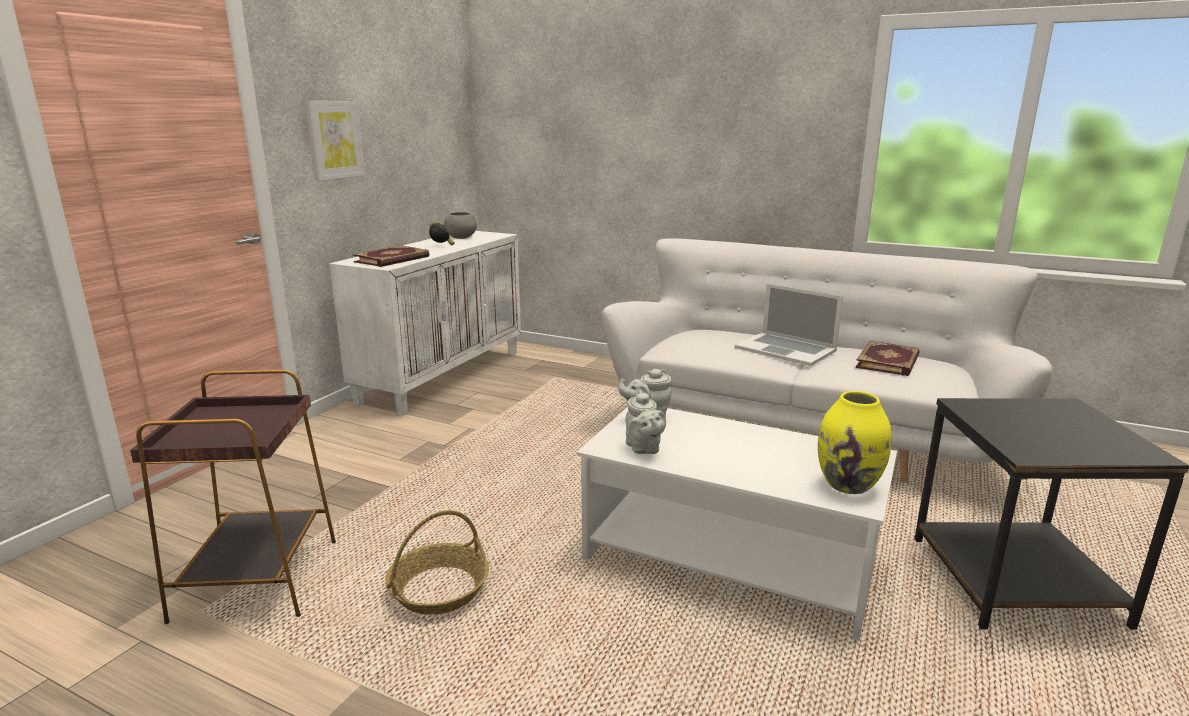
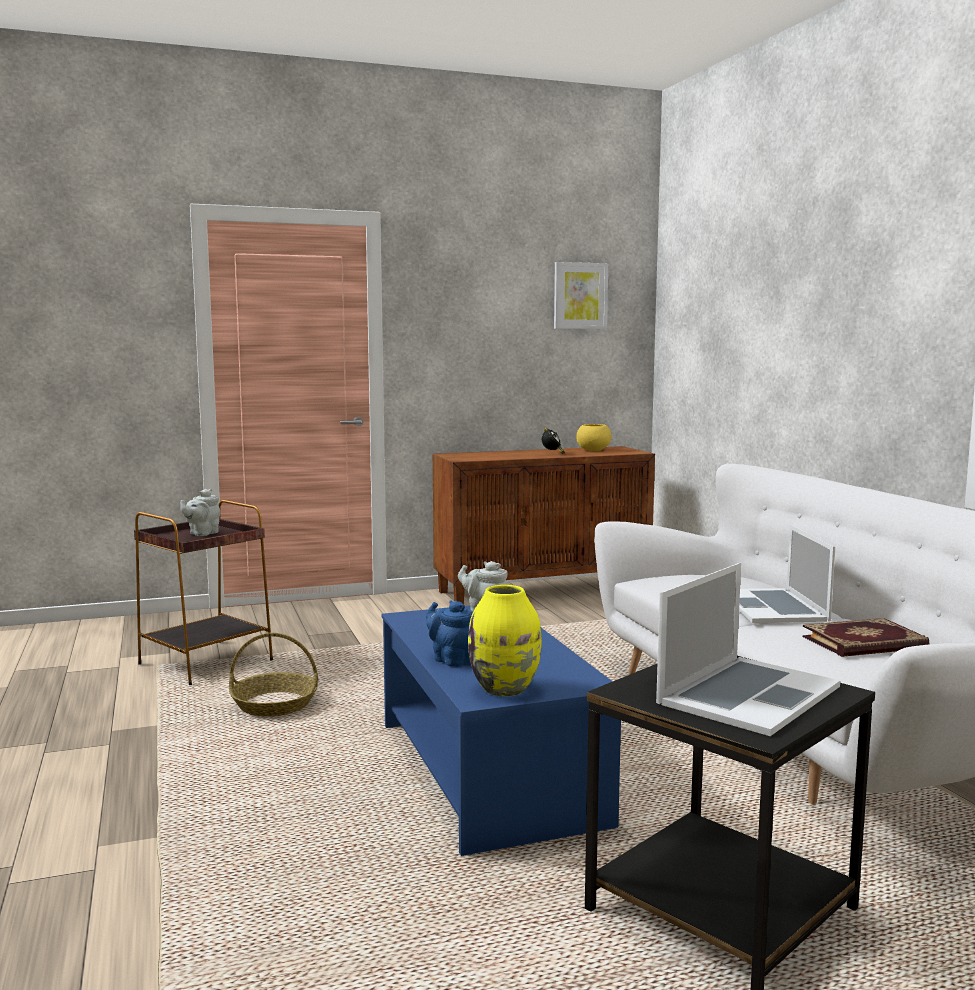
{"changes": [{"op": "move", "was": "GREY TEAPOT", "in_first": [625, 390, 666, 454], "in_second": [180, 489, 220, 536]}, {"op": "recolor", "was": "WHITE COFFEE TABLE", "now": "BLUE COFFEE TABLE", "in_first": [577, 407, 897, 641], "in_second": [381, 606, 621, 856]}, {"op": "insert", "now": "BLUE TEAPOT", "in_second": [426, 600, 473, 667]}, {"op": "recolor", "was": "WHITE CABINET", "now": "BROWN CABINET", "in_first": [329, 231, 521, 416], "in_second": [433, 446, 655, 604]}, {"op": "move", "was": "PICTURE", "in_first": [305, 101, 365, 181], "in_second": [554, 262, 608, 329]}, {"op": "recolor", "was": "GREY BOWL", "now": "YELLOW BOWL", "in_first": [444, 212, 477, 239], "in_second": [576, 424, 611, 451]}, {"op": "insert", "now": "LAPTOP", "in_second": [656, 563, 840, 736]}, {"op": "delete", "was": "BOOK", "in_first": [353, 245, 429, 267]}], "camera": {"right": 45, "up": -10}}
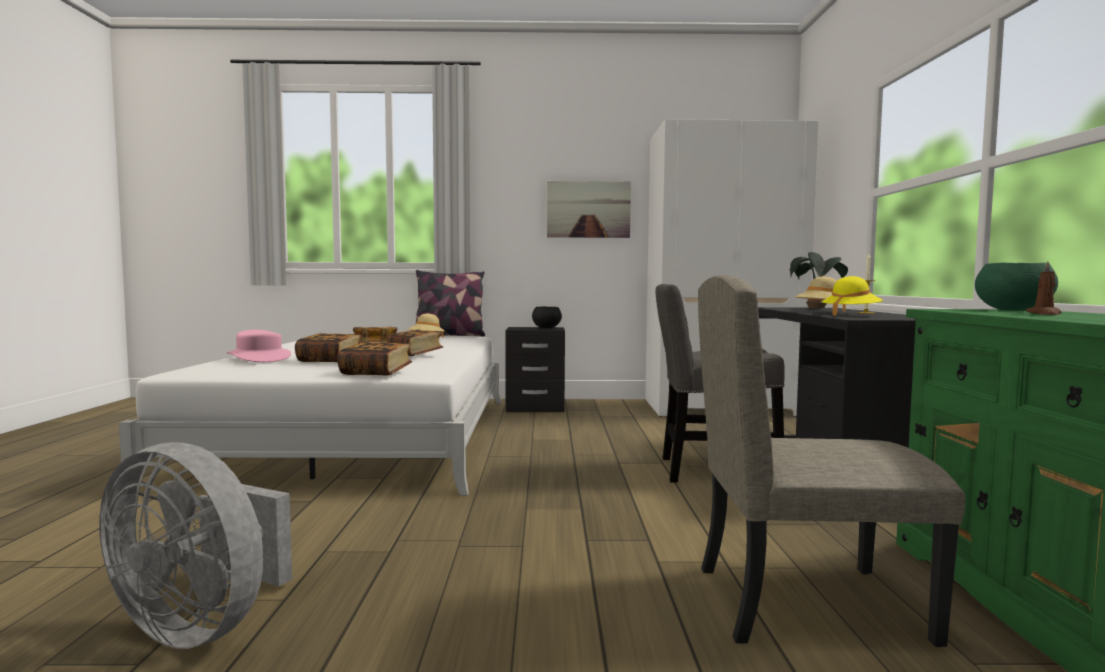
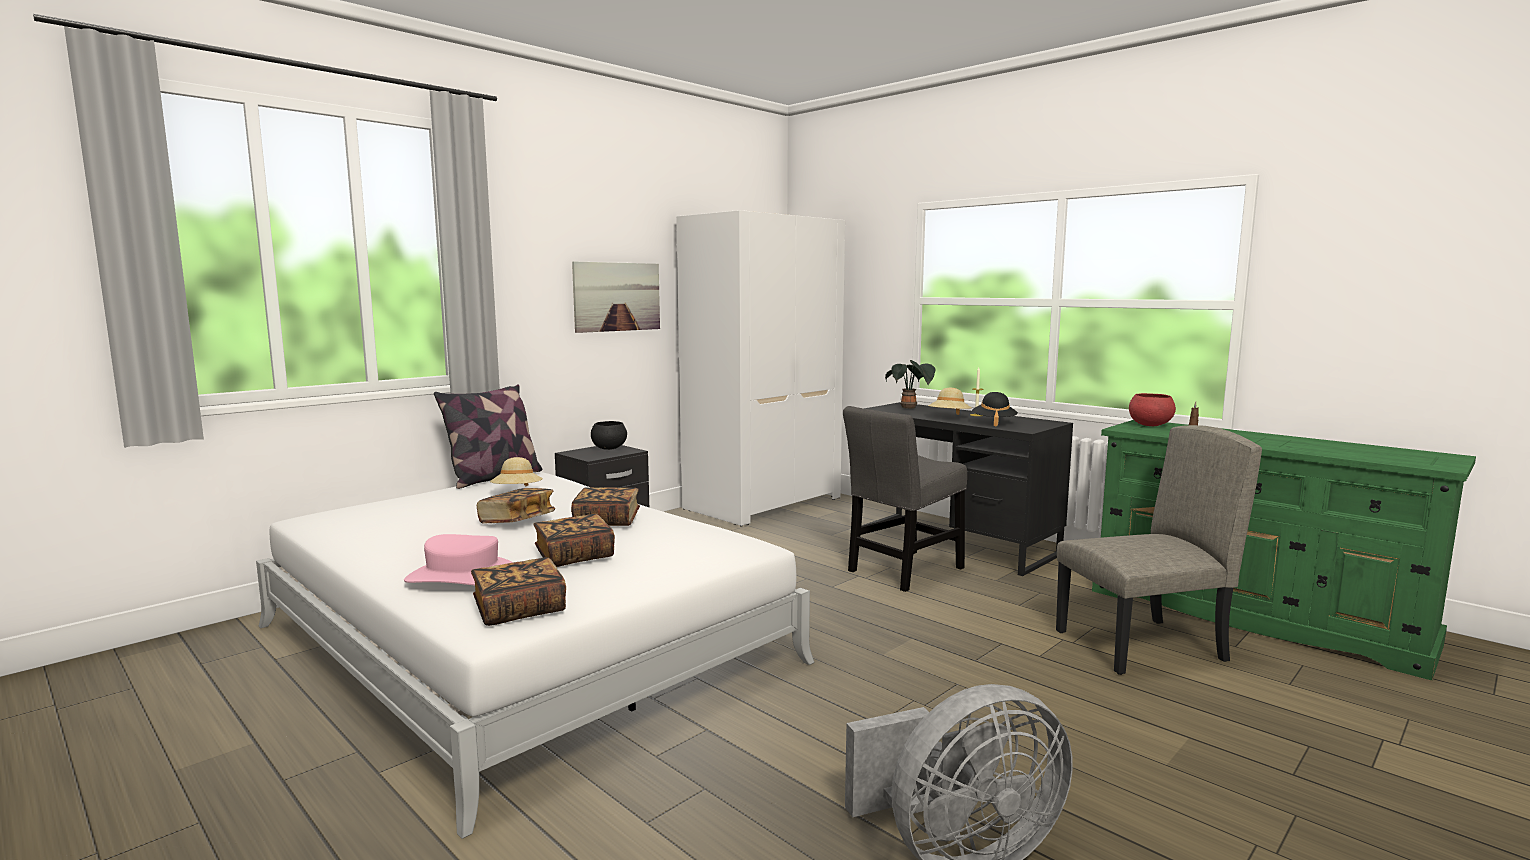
{"changes": [{"op": "move", "was": "BOOK", "in_first": [337, 342, 412, 375], "in_second": [471, 557, 566, 626]}, {"op": "recolor", "was": "YELLOW HAT", "now": "BLACK HAT", "in_first": [822, 276, 883, 316], "in_second": [972, 392, 1018, 427]}, {"op": "rotate", "was": "BEIGE CHAIR", "in_first": [698, 275, 965, 647], "in_second": [1056, 425, 1262, 675], "clockwise": -150}, {"op": "recolor", "was": "GREEN BOWL", "now": "RED BOWL", "in_first": [975, 263, 1058, 311], "in_second": [1129, 393, 1176, 426]}], "camera": {"right": -45, "up": 5}}
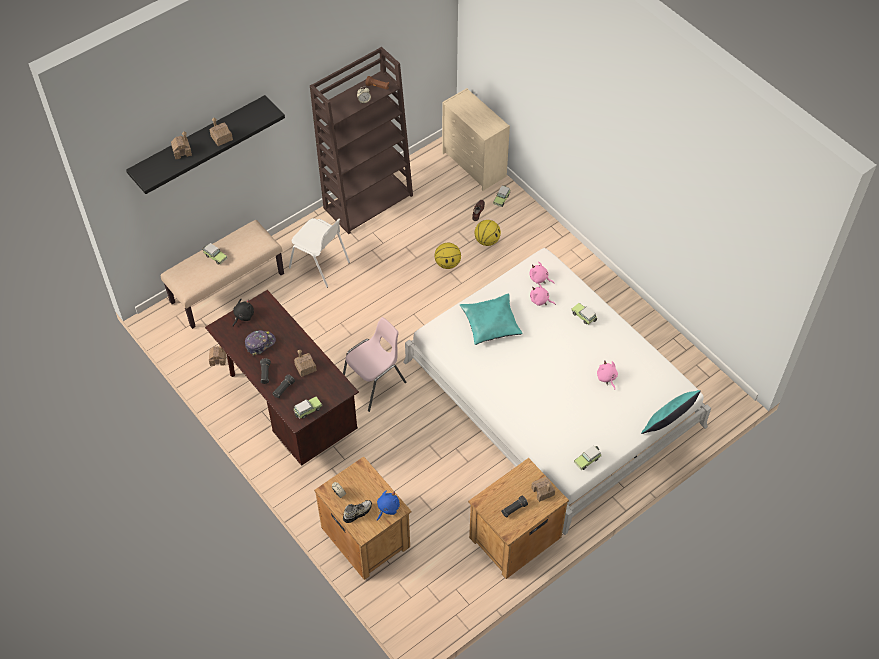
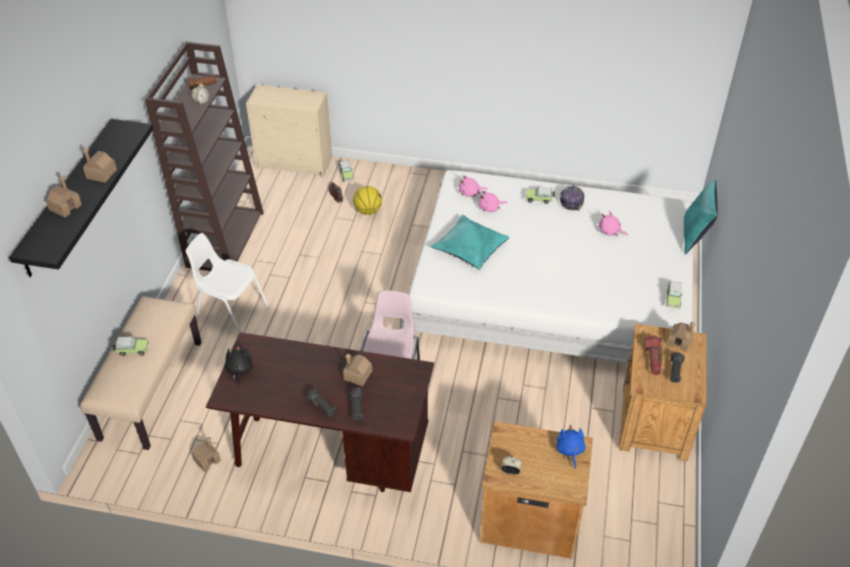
{"changes": [{"op": "rotate", "was": "WHITE CHAIR", "in_first": [289, 218, 350, 288], "in_second": [186, 233, 269, 333], "clockwise": -150}, {"op": "move", "was": "CAP", "in_first": [245, 330, 276, 356], "in_second": [560, 186, 585, 211]}, {"op": "insert", "now": "FLASHLIGHT", "in_second": [644, 335, 662, 375]}, {"op": "delete", "was": "TOY CAR", "in_first": [294, 396, 322, 419]}, {"op": "delete", "was": "SHOE", "in_first": [343, 500, 372, 523]}, {"op": "delete", "was": "BASKETBALL", "in_first": [435, 243, 461, 269]}], "camera": {"right": -40, "up": -10}}
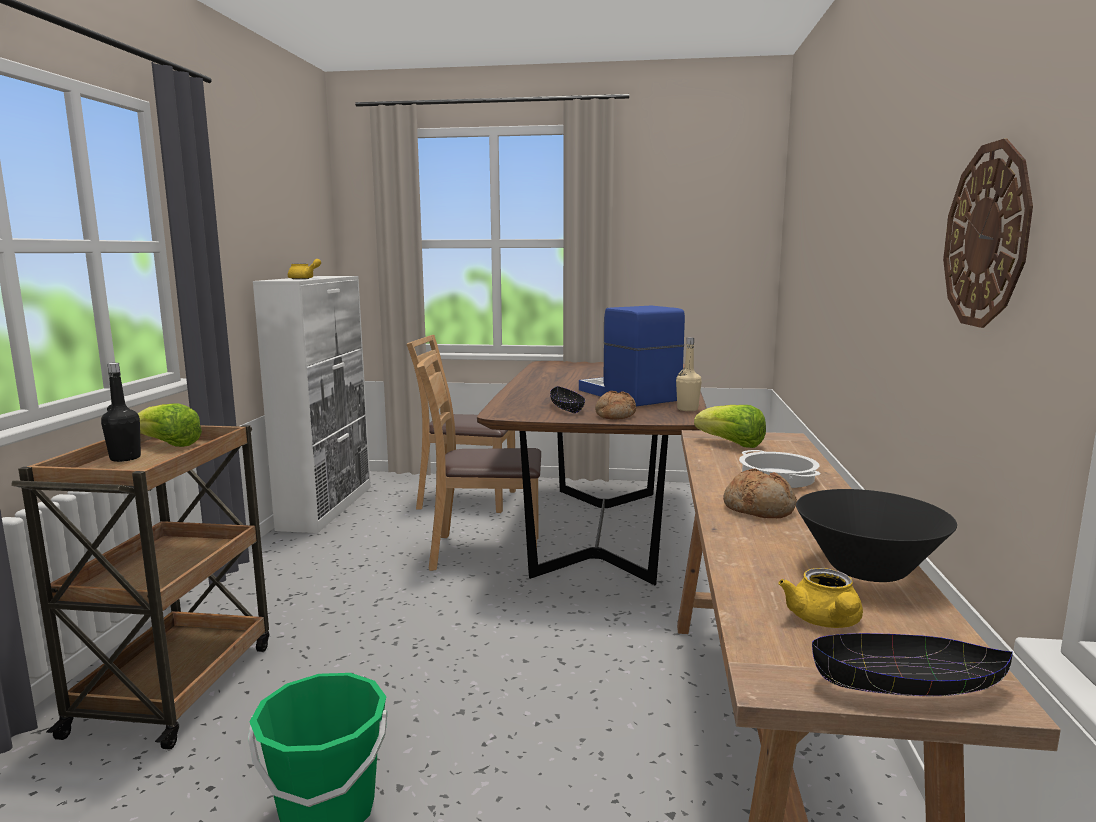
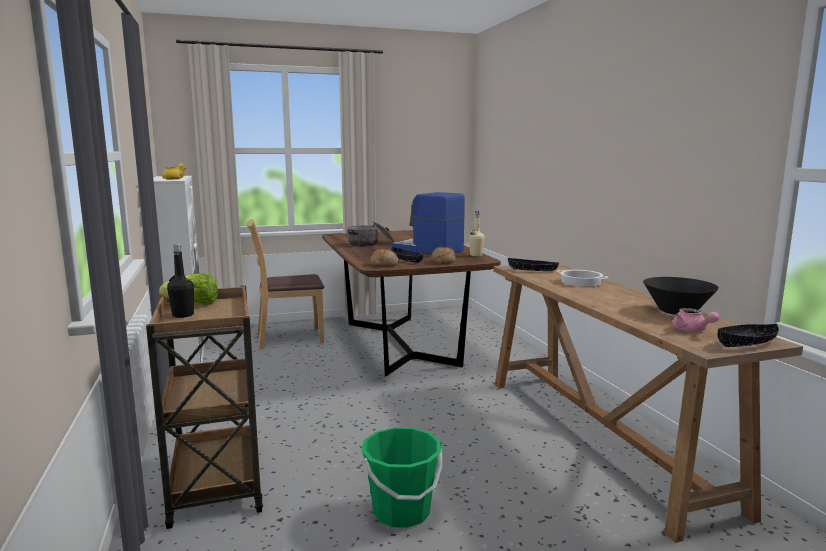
{"changes": [{"op": "insert", "now": "COOKING POT", "in_second": [347, 222, 395, 247]}, {"op": "move", "was": "BREAD", "in_first": [723, 469, 797, 518], "in_second": [370, 249, 399, 266]}, {"op": "replace", "was": "LETTUCE", "now": "BLACK BOWL", "in_first": [694, 405, 766, 448], "in_second": [508, 258, 559, 271]}, {"op": "recolor", "was": "YELLOW TEAPOT", "now": "PINK TEAPOT", "in_first": [778, 568, 863, 628], "in_second": [672, 308, 720, 332]}, {"op": "delete", "was": "BROWN CHAIR", "in_first": [417, 353, 541, 571]}, {"op": "delete", "was": "WALL CLOCK", "in_first": [943, 139, 1033, 328]}], "camera": {"right": -25, "up": 0}}
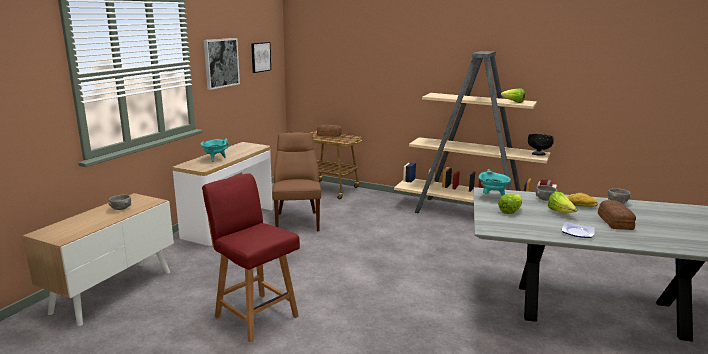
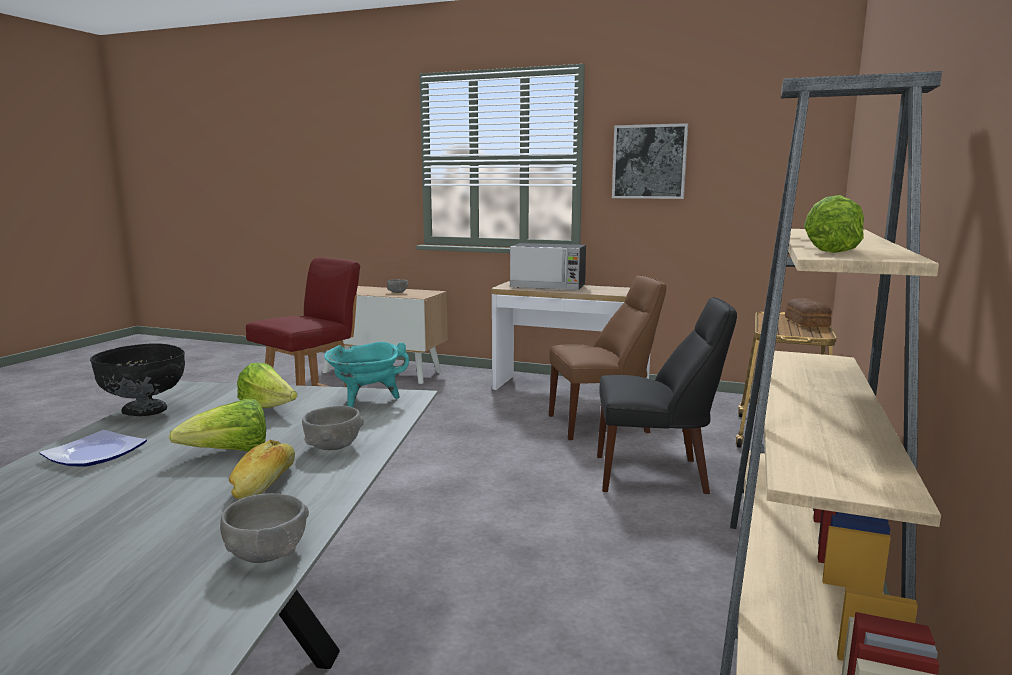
{"changes": [{"op": "move", "was": "BLACK BOWL", "in_first": [528, 134, 554, 155], "in_second": [90, 343, 185, 416]}, {"op": "replace", "was": "TURQUOISE COOKING POT", "now": "MICROWAVE", "in_first": [201, 139, 229, 162], "in_second": [510, 243, 586, 290]}, {"op": "insert", "now": "BLACK CHAIR", "in_second": [597, 297, 737, 494]}, {"op": "delete", "was": "PICTURE", "in_first": [251, 42, 271, 73]}, {"op": "delete", "was": "BREAD", "in_first": [598, 200, 636, 230]}], "camera": {"right": 85, "up": -5}}
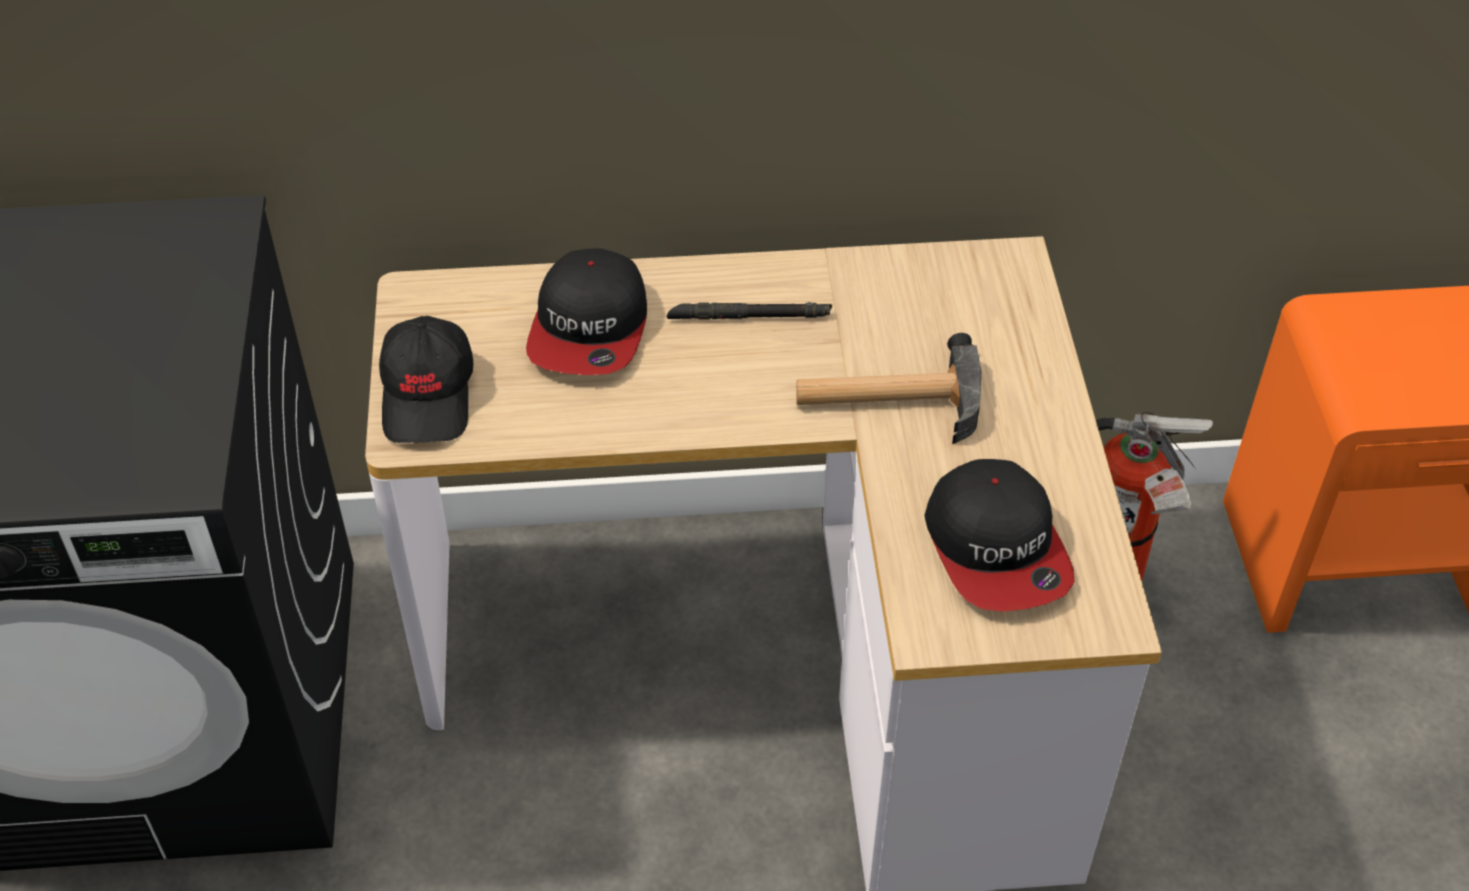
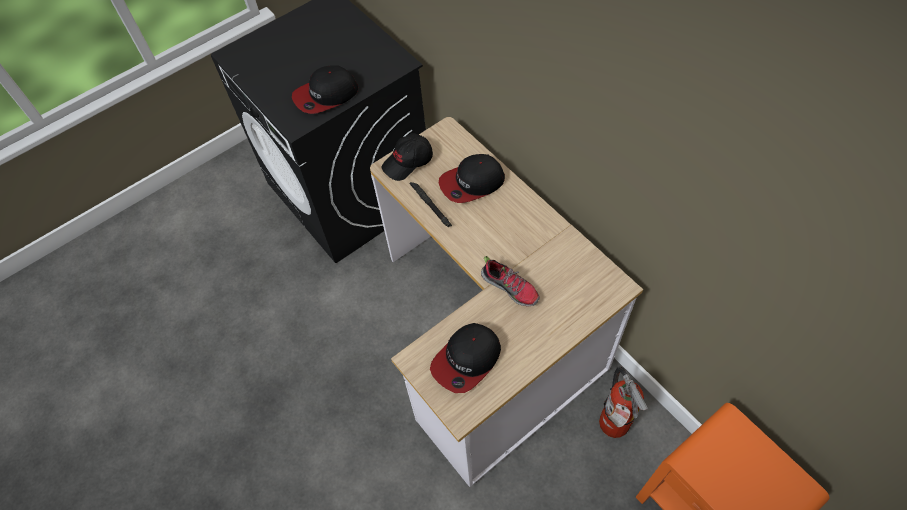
{"changes": [{"op": "insert", "now": "CAP", "in_second": [292, 65, 358, 114]}, {"op": "move", "was": "BLACK FLASHLIGHT", "in_first": [667, 302, 832, 320], "in_second": [409, 182, 452, 227]}, {"op": "replace", "was": "HAMMER", "now": "SHOE", "in_first": [797, 333, 981, 444], "in_second": [481, 256, 540, 307]}], "camera": {"right": 60, "up": 10}}
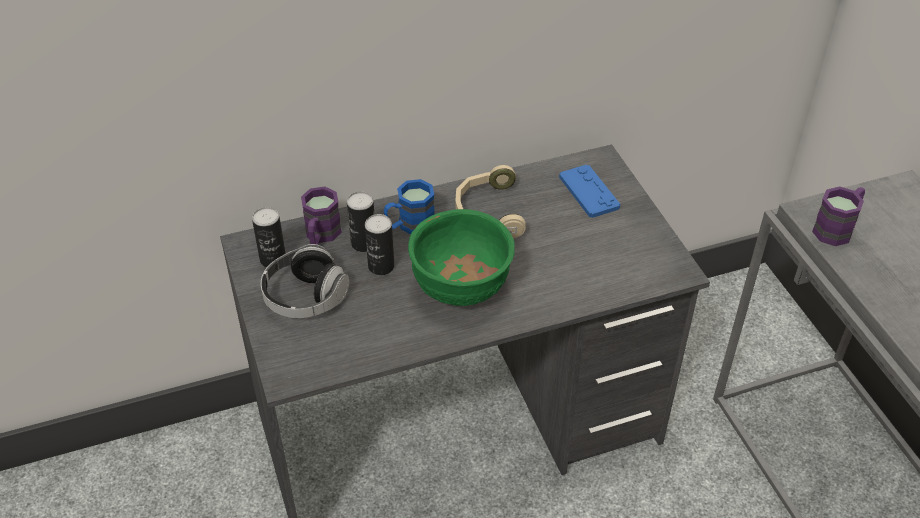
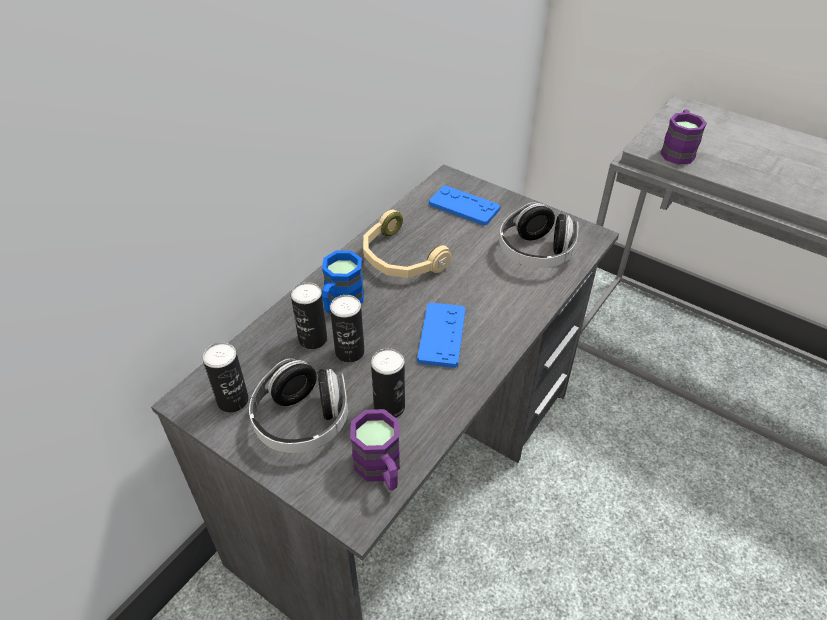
{"changes": [{"op": "move", "was": "PURPLE MUG", "in_first": [301, 187, 342, 245], "in_second": [350, 409, 400, 490]}, {"op": "insert", "now": "CAN", "in_second": [371, 348, 405, 418]}, {"op": "replace", "was": "GREEN BOWL", "now": "BLUE GAME CONTROLLER", "in_first": [408, 209, 515, 306], "in_second": [417, 302, 466, 368]}, {"op": "insert", "now": "HEADPHONES", "in_second": [499, 202, 578, 268]}], "camera": {"right": -35, "up": 0}}
